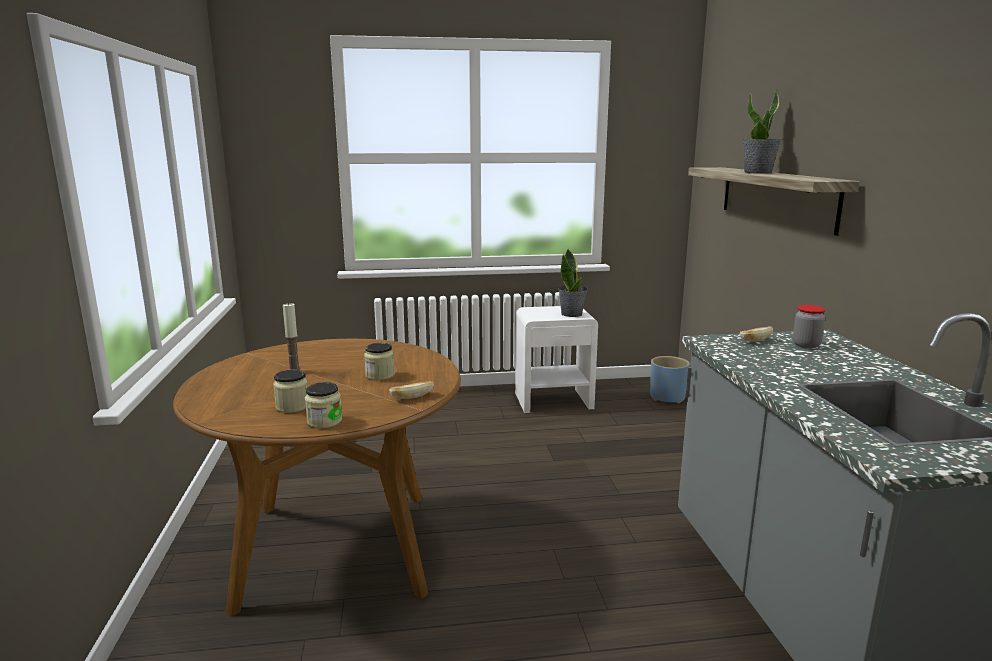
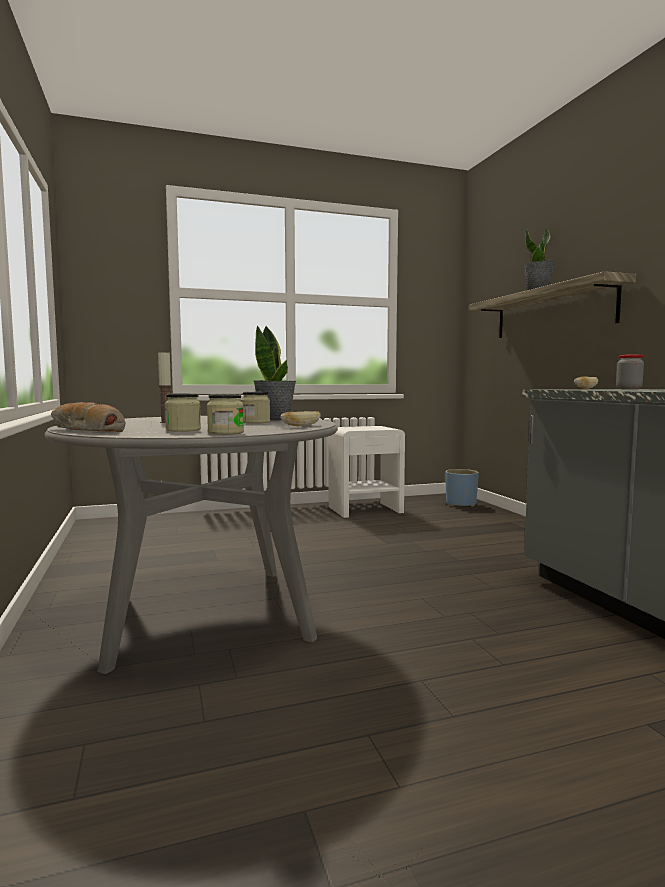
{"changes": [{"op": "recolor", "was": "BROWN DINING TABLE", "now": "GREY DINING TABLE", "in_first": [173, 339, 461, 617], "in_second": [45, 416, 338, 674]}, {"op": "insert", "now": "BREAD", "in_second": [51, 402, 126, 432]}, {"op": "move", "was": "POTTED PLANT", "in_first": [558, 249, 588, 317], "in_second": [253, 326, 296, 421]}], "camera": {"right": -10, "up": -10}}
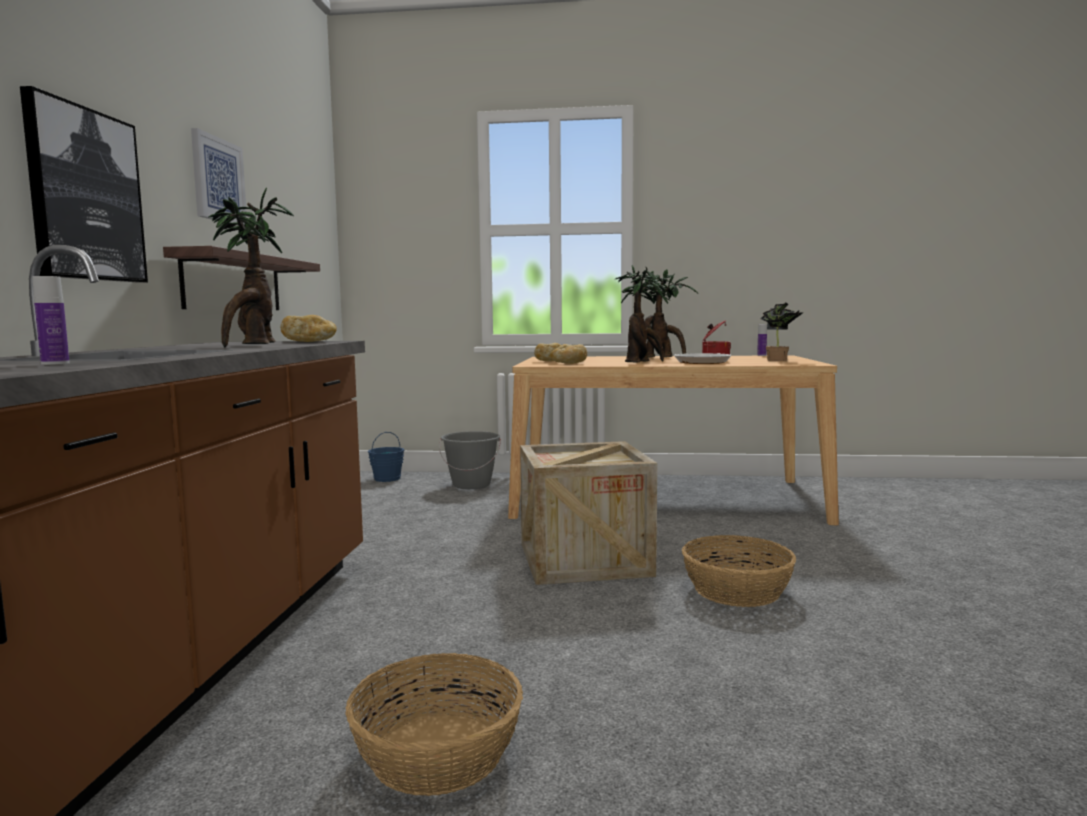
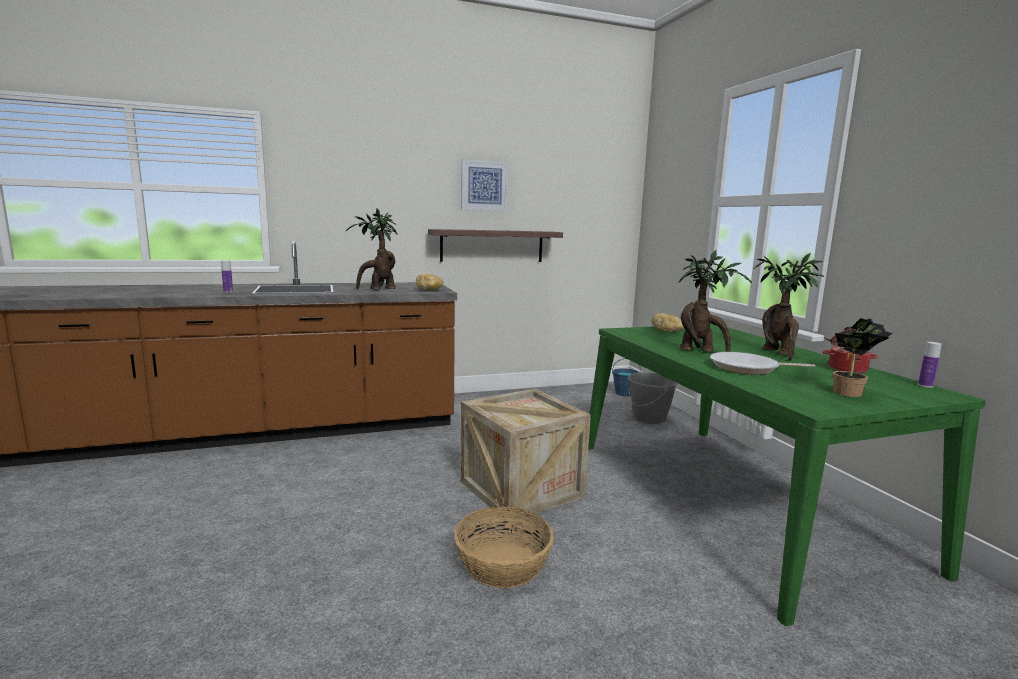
{"changes": [{"op": "recolor", "was": "BEIGE DINING TABLE", "now": "GREEN DINING TABLE", "in_first": [508, 355, 839, 525], "in_second": [588, 324, 986, 626]}, {"op": "delete", "was": "PICTURE", "in_first": [20, 86, 148, 283]}, {"op": "delete", "was": "BASKET", "in_first": [345, 653, 523, 796]}, {"op": "delete", "was": "BREAD", "in_first": [550, 344, 587, 364]}], "camera": {"right": 65, "up": 5}}
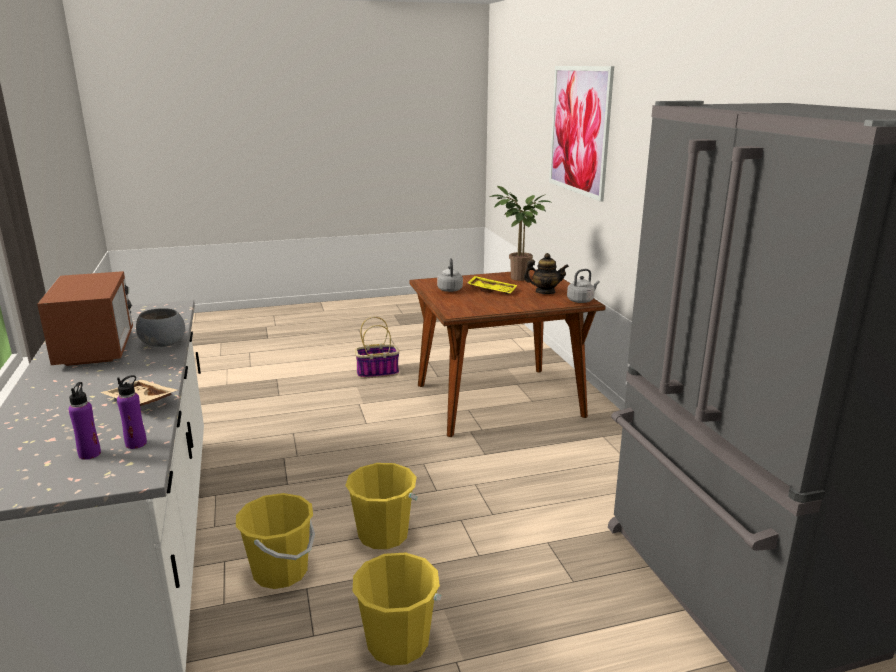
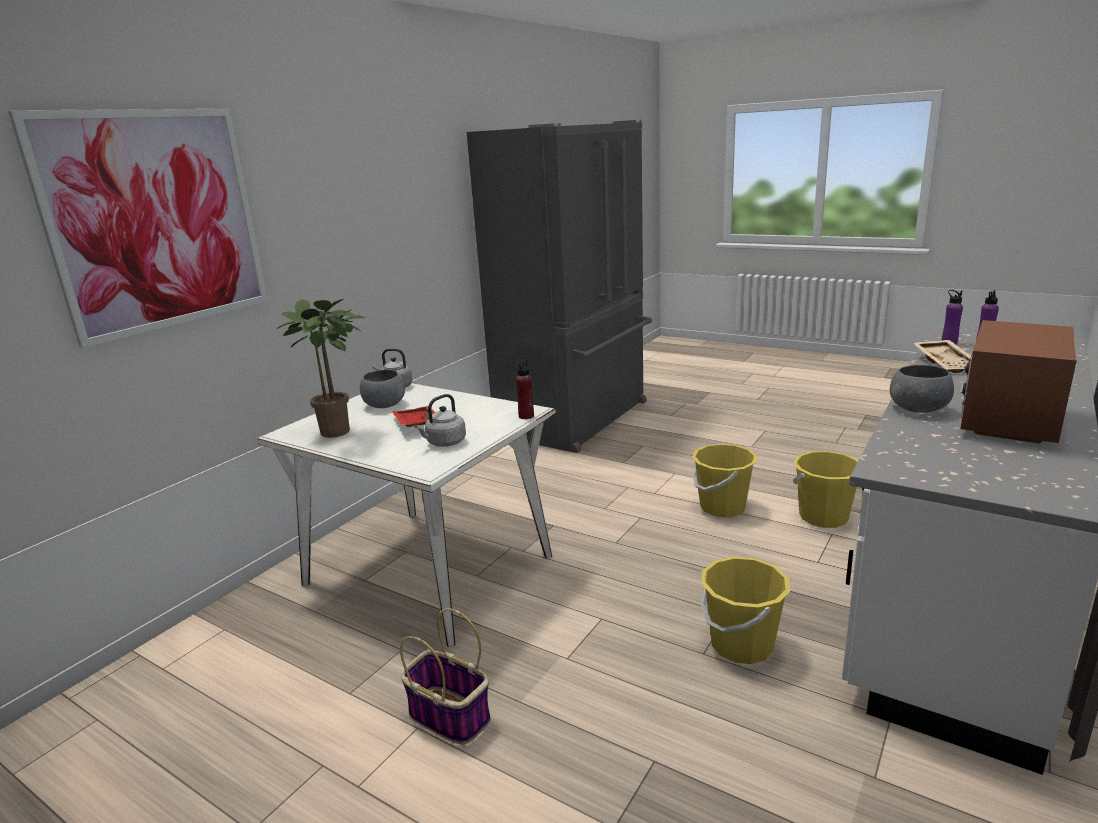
{"changes": [{"op": "recolor", "was": "BROWN DINING TABLE", "now": "WHITE DINING TABLE", "in_first": [409, 269, 606, 437], "in_second": [257, 383, 556, 647]}, {"op": "replace", "was": "TEAPOT", "now": "GREY BOWL", "in_first": [523, 253, 569, 294], "in_second": [360, 370, 405, 408]}, {"op": "recolor", "was": "YELLOW TRAY", "now": "RED TRAY", "in_first": [467, 276, 517, 295], "in_second": [392, 406, 435, 427]}, {"op": "insert", "now": "RED BOTTLE", "in_second": [516, 360, 534, 419]}, {"op": "move", "was": "YELLOW BUCKET", "in_first": [352, 552, 441, 666], "in_second": [701, 557, 790, 664]}], "camera": {"right": -130, "up": 0}}
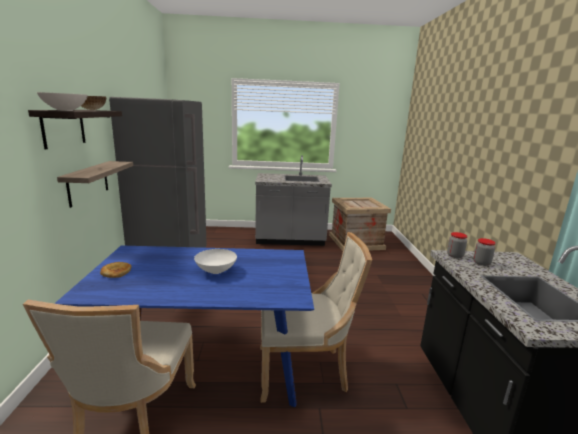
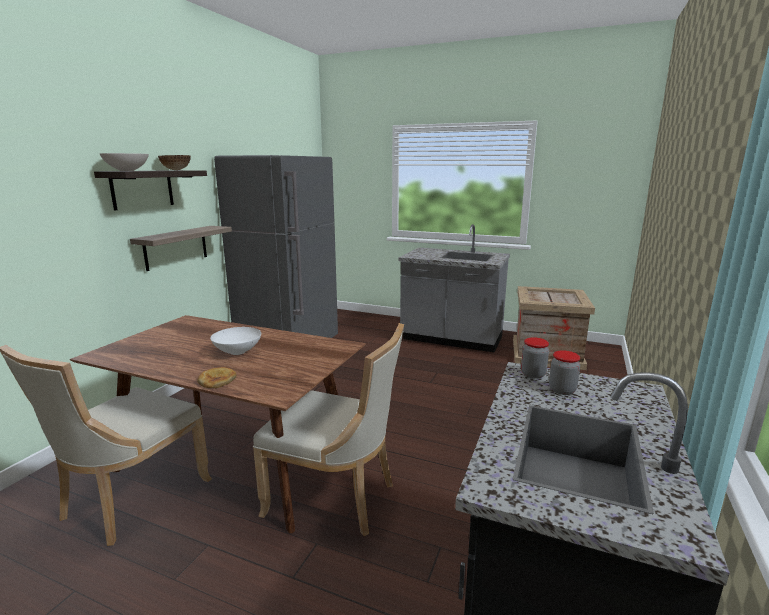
{"changes": [{"op": "recolor", "was": "BLUE DINING TABLE", "now": "BROWN DINING TABLE", "in_first": [54, 245, 314, 407], "in_second": [70, 315, 366, 533]}, {"op": "move", "was": "BREAD", "in_first": [100, 262, 131, 278], "in_second": [197, 367, 236, 388]}], "camera": {"right": 25, "up": 0}}
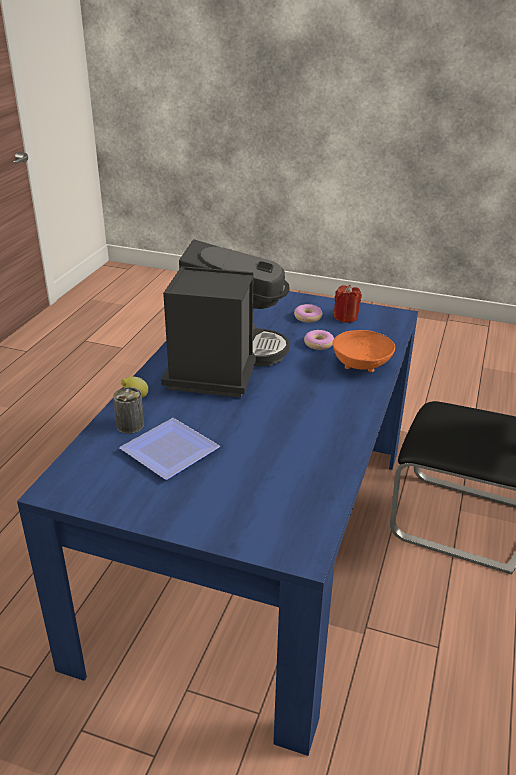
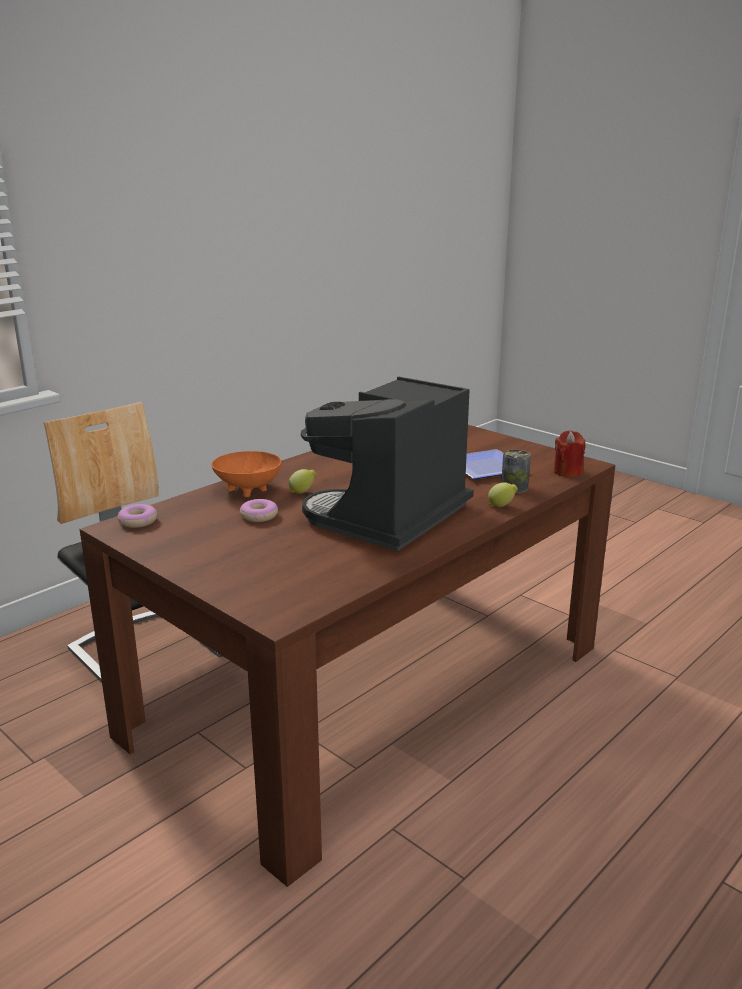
{"changes": [{"op": "recolor", "was": "BLUE DINING TABLE", "now": "BROWN DINING TABLE", "in_first": [17, 290, 418, 756], "in_second": [80, 425, 615, 887]}, {"op": "move", "was": "DONUT", "in_first": [294, 304, 323, 322], "in_second": [117, 504, 157, 528]}, {"op": "insert", "now": "LEMON", "in_second": [289, 469, 316, 494]}, {"op": "move", "was": "RED CANDLE", "in_first": [333, 285, 362, 323], "in_second": [554, 430, 585, 477]}], "camera": {"right": -155, "up": -10}}
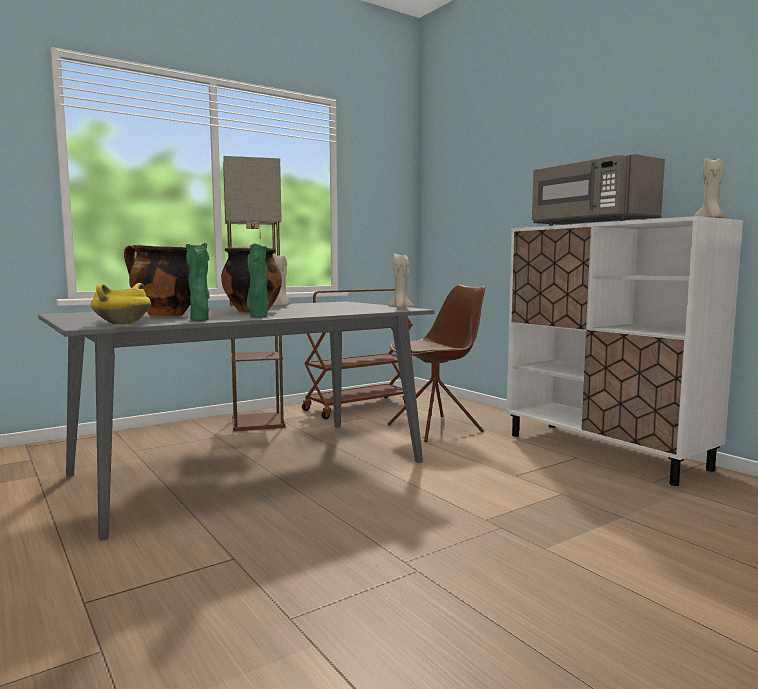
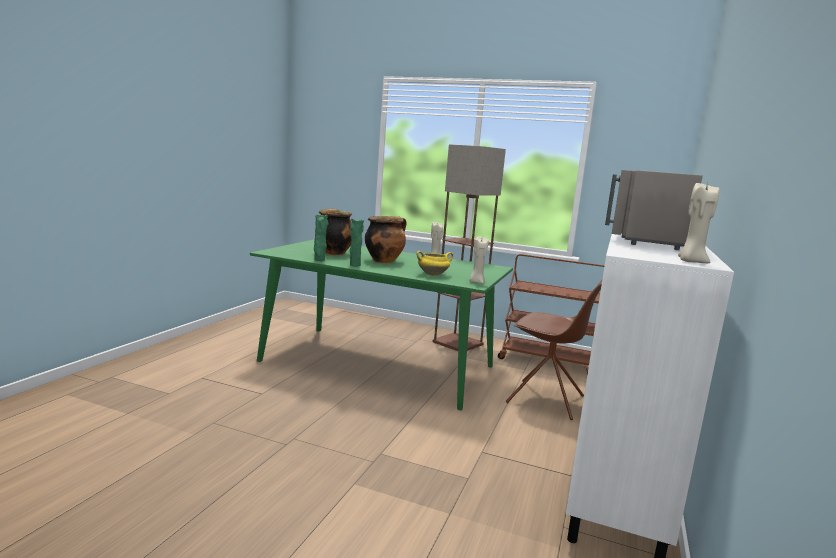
{"changes": [{"op": "recolor", "was": "GREY DINING TABLE", "now": "GREEN DINING TABLE", "in_first": [38, 301, 435, 541], "in_second": [250, 239, 513, 411]}, {"op": "move", "was": "YELLOW COOKING POT", "in_first": [91, 283, 151, 325], "in_second": [416, 251, 453, 276]}], "camera": {"right": 55, "up": 5}}
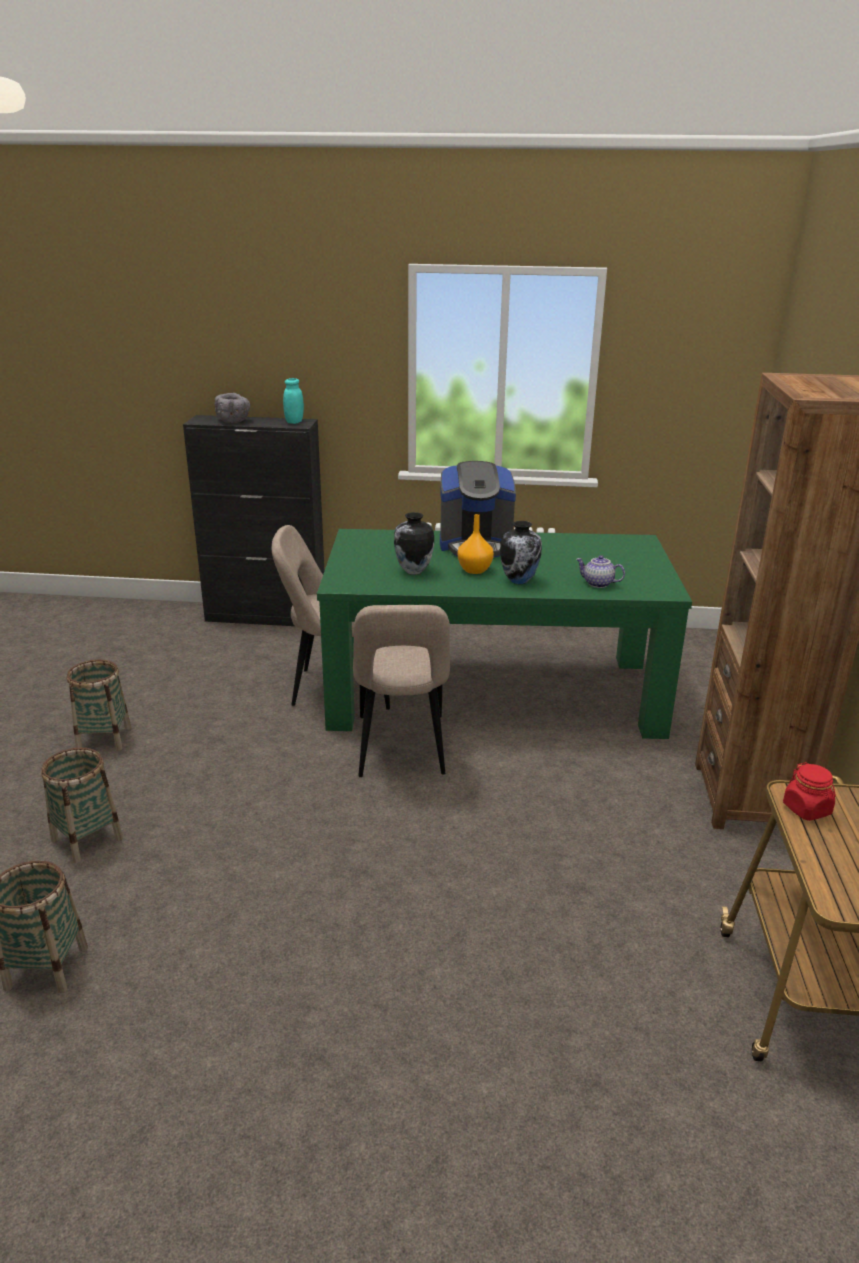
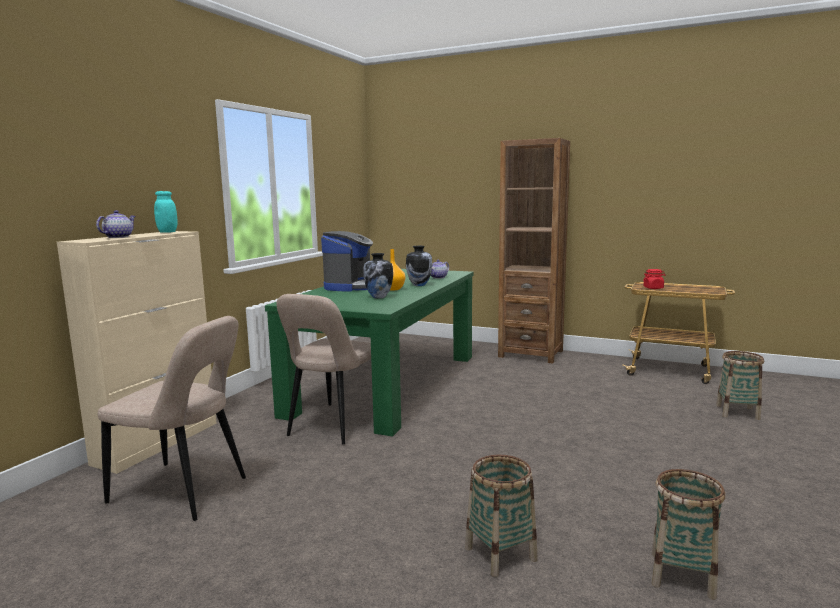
{"changes": [{"op": "recolor", "was": "BLACK CABINET", "now": "BEIGE CABINET", "in_first": [183, 415, 324, 626], "in_second": [57, 231, 216, 474]}, {"op": "replace", "was": "GREY BOWL", "now": "TEAPOT", "in_first": [215, 393, 250, 423], "in_second": [96, 210, 136, 238]}, {"op": "move", "was": "BEIGE CHAIR", "in_first": [353, 605, 450, 777], "in_second": [98, 316, 246, 521]}, {"op": "move", "was": "BASKET", "in_first": [66, 660, 131, 751], "in_second": [716, 351, 764, 420]}], "camera": {"right": -70, "up": -15}}
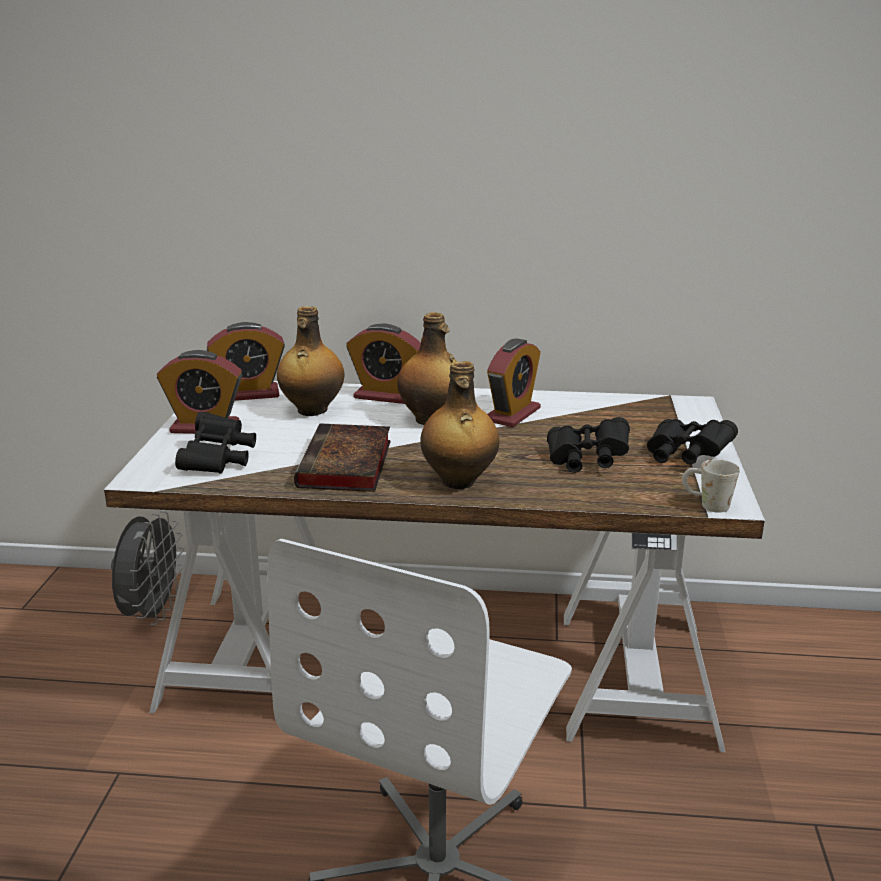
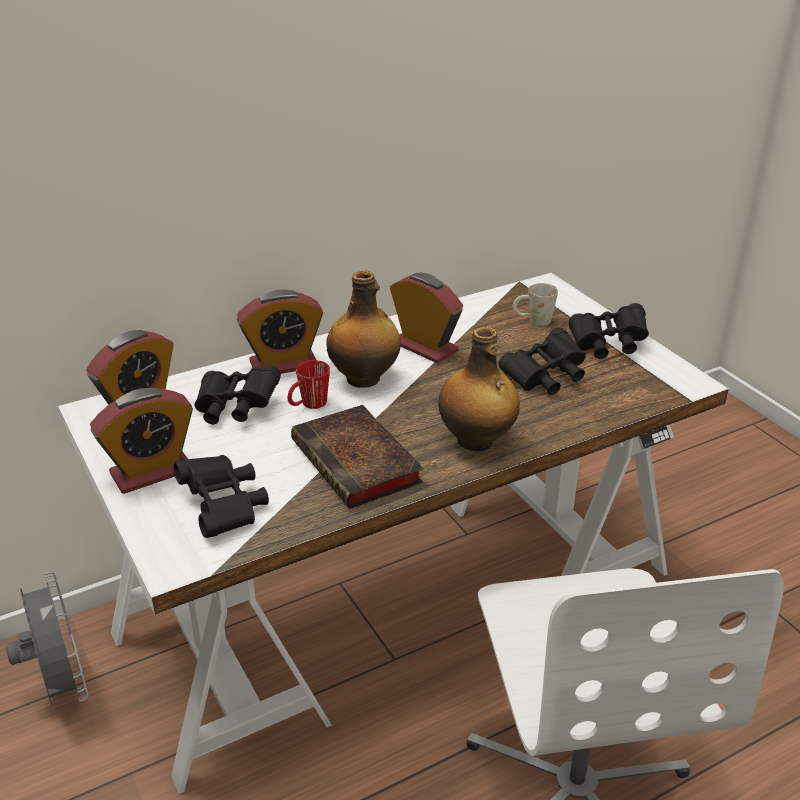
{"changes": [{"op": "replace", "was": "BOTTLE", "now": "BLACK BINOCULARS", "in_first": [277, 306, 344, 416], "in_second": [194, 365, 281, 424]}, {"op": "insert", "now": "RED MUG", "in_second": [288, 360, 330, 409]}, {"op": "rotate", "was": "ALARM CLOCK", "in_first": [487, 338, 541, 427], "in_second": [390, 273, 463, 363], "clockwise": -45}, {"op": "move", "was": "WHITE MUG", "in_first": [682, 459, 740, 513], "in_second": [513, 283, 558, 326]}], "camera": {"right": -35, "up": 10}}
